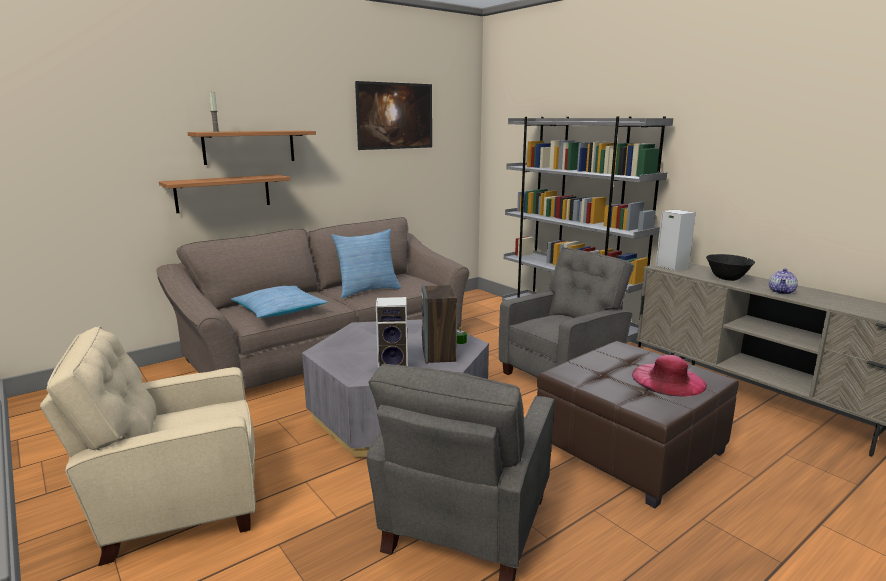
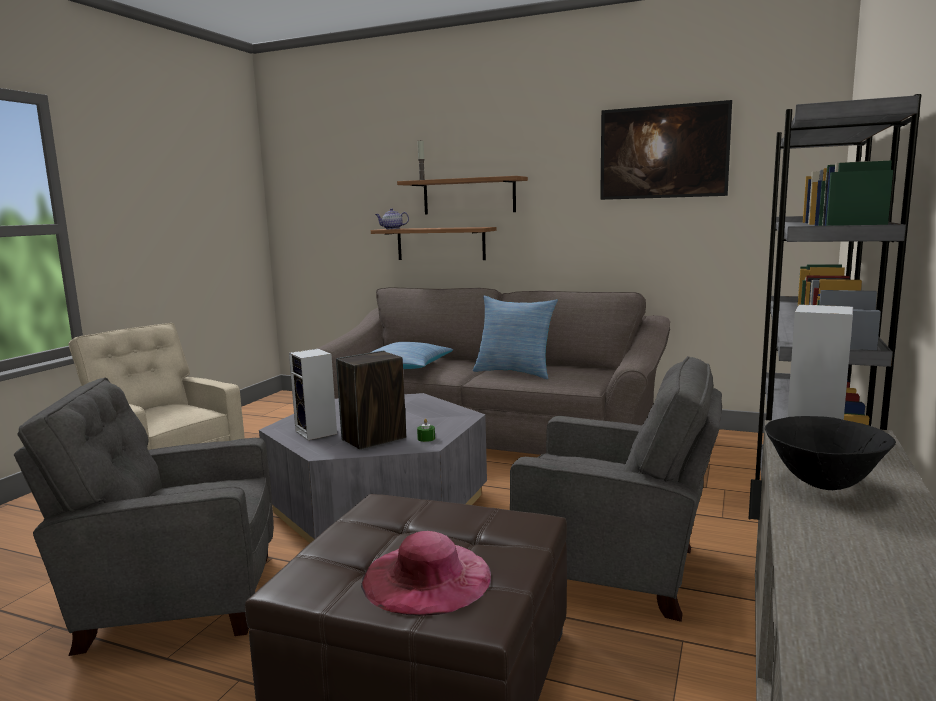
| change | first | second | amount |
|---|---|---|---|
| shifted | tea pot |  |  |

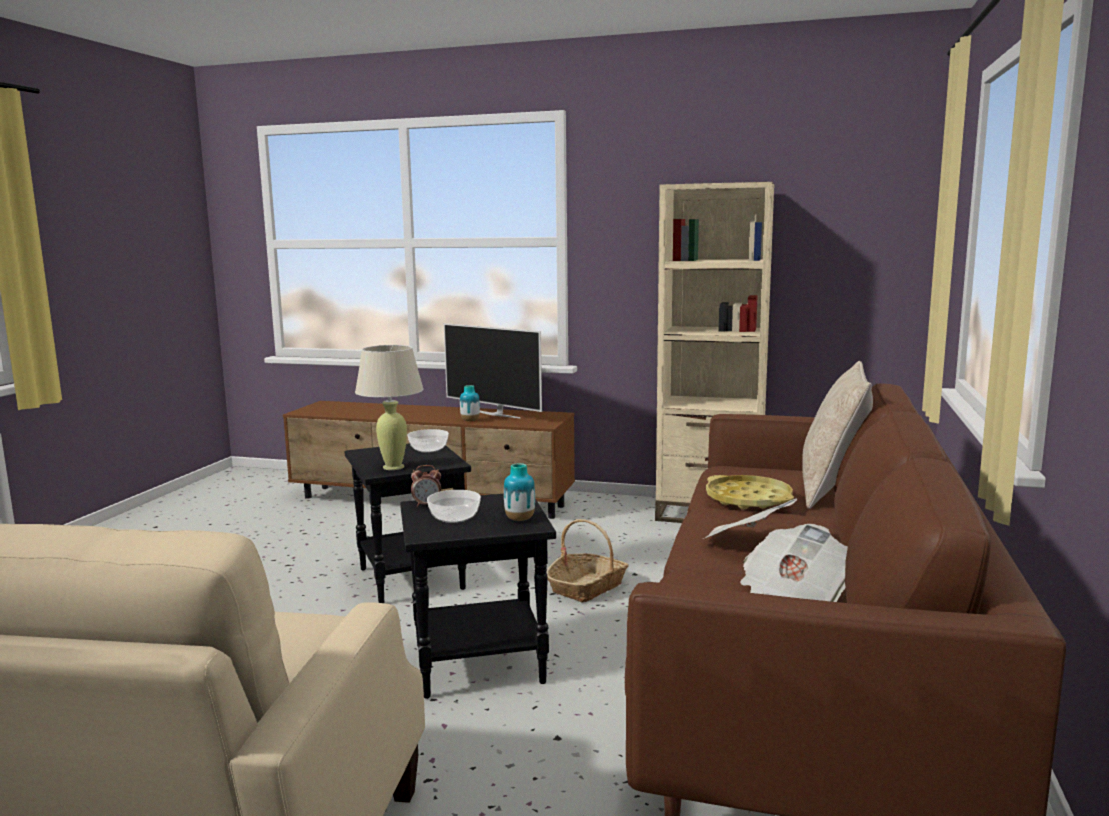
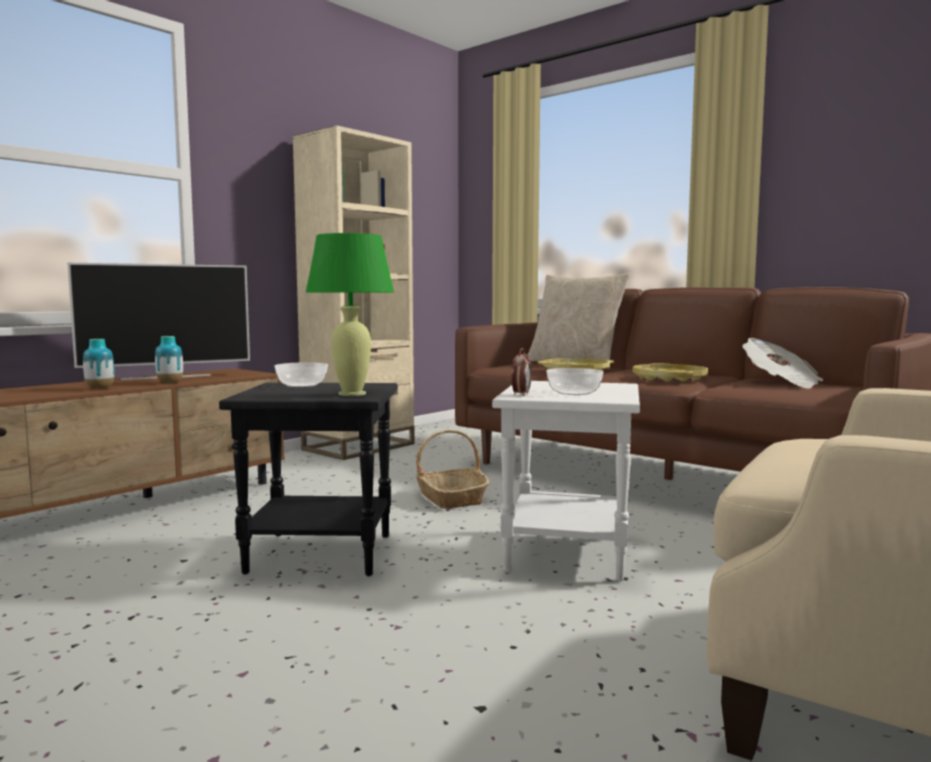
| change | first | second | amount |
|---|---|---|---|
| repainted | sand-coloured lamp for a table | green lamp for a table |  |
| shifted | decorative vase (no. 2 from left in the first image) | decorative vase (no. 1 from left) |  |
| repainted | blackish accent table (no. 2 from left) | whitish accent table |  |
| swapped | daily paper (no. 1 from left) | yellowish carrying tray (no. 2 from left) |  |

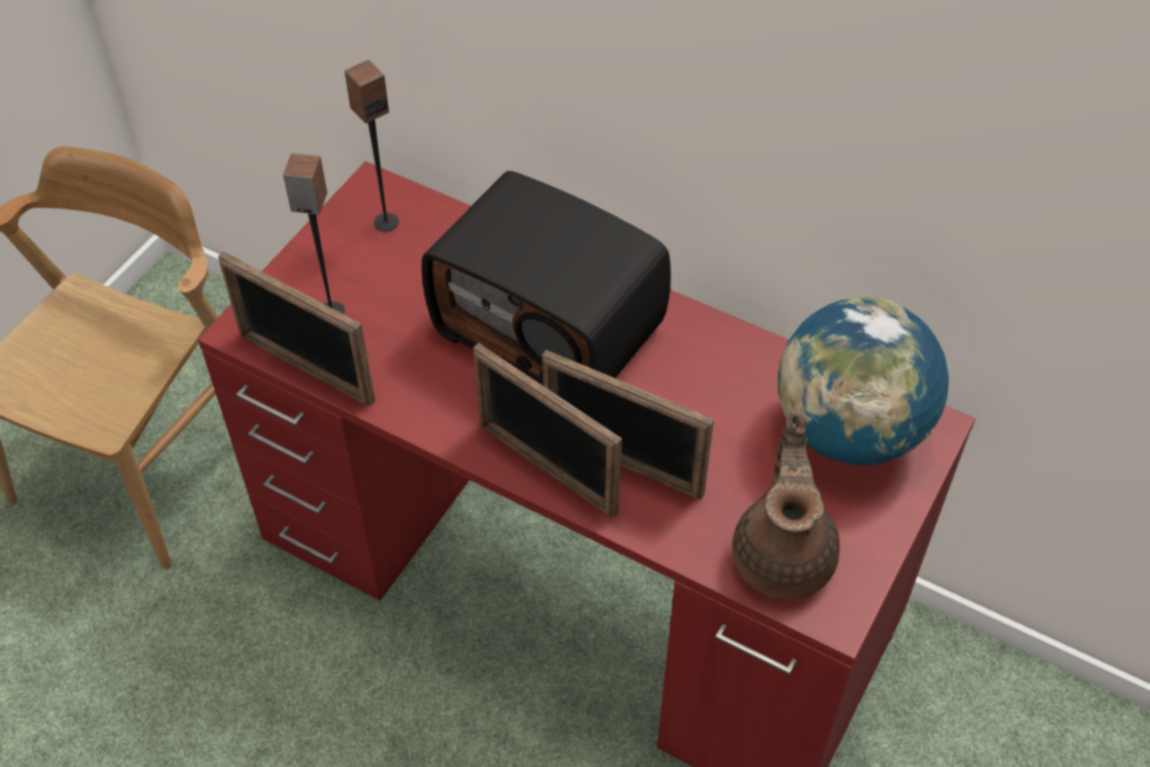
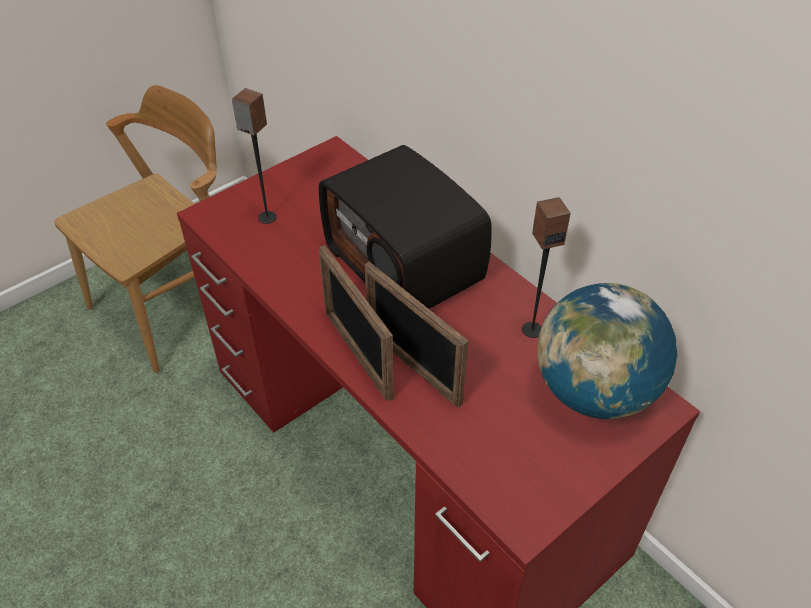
| change | first | second | amount |
|---|---|---|---|
| shifted | loudspeaker (no. 2 from left) |  |  |
| gone | standing frame (no. 1 from left) |  |  |
| gone | brownish tea pot |  |  |

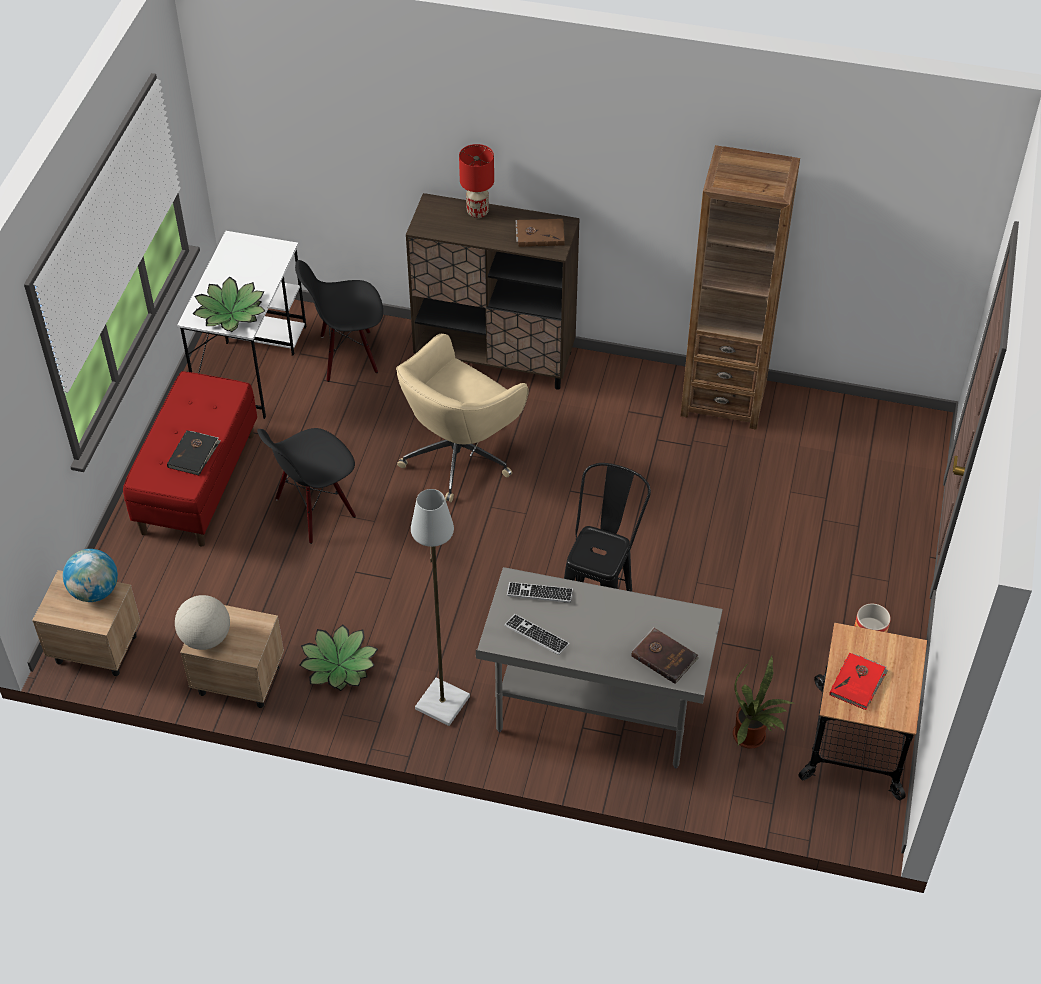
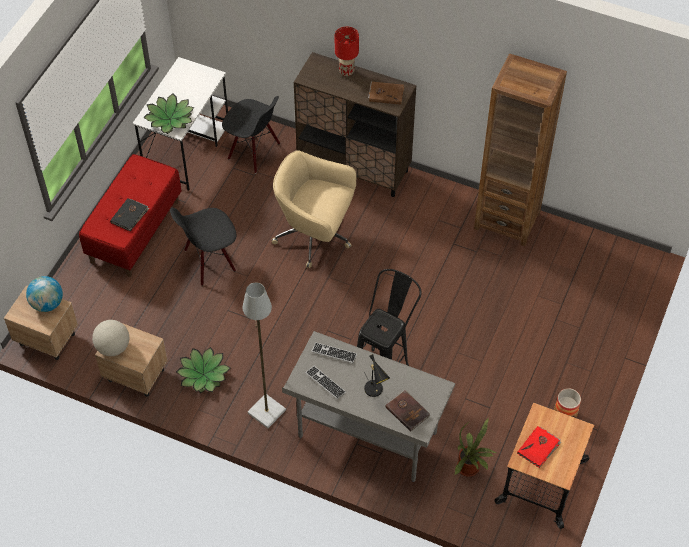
| change | first | second | amount |
|---|---|---|---|
| rotated | blackish upright chair (no. 2 from left) |  | 150 degrees counterclockwise |
| rotated | sand-coloured desk chair |  | 60 degrees clockwise |
| new |  | blackish lamp for a table |  |

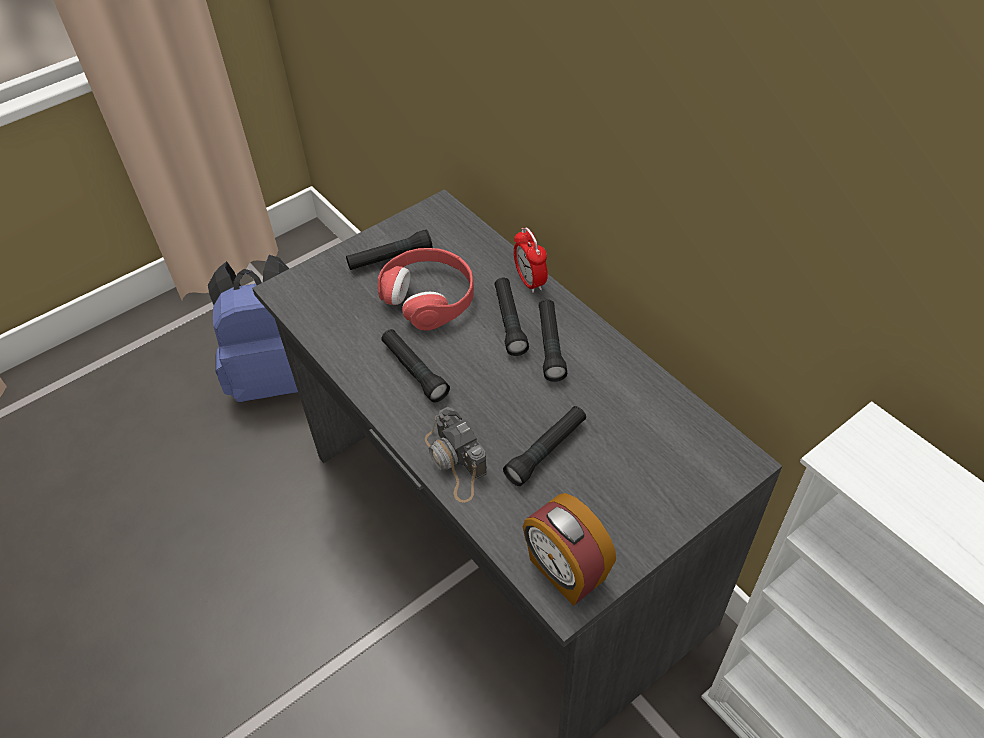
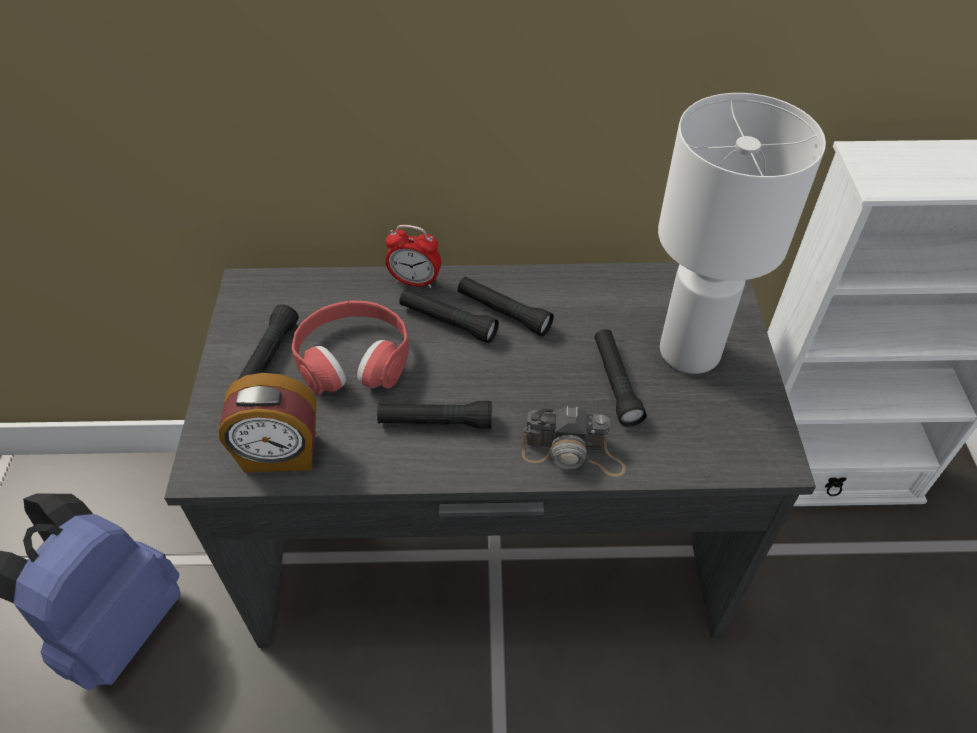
| change | first | second | amount |
|---|---|---|---|
| shifted | alarm clock (no. 2 from left in the first image) | alarm clock (no. 1 from left) |  |
| new |  | whitish lamp for a table |  |

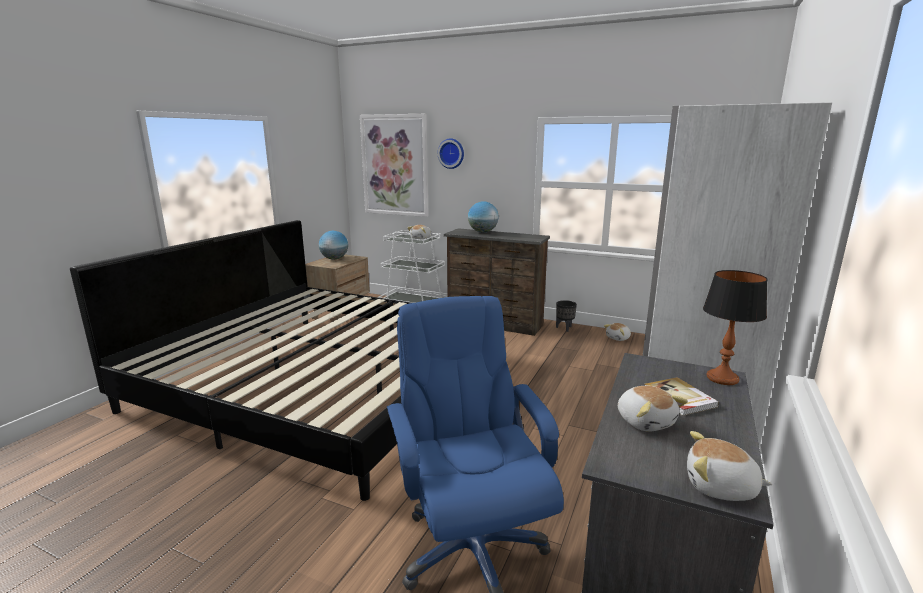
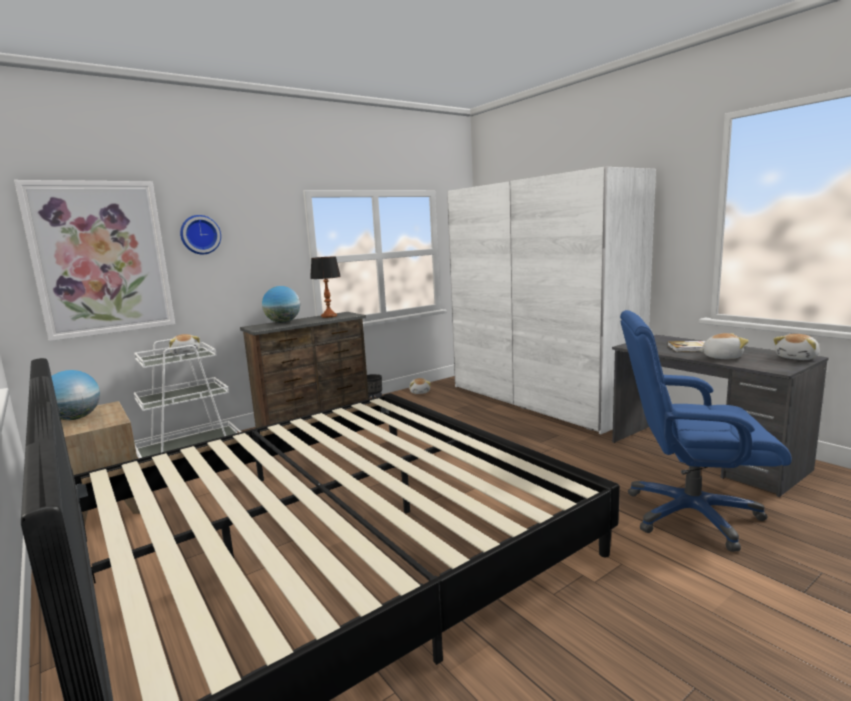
| change | first | second | amount |
|---|---|---|---|
| shifted | lamp for a table |  |  |

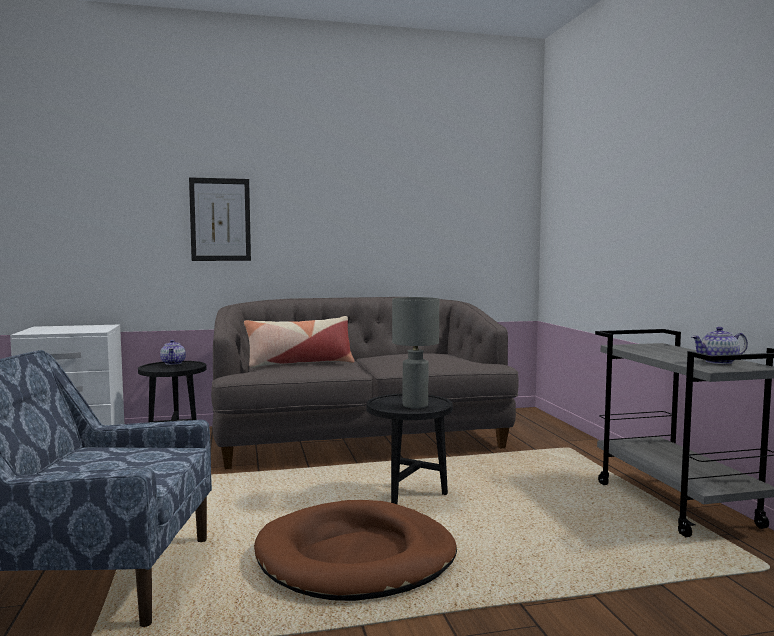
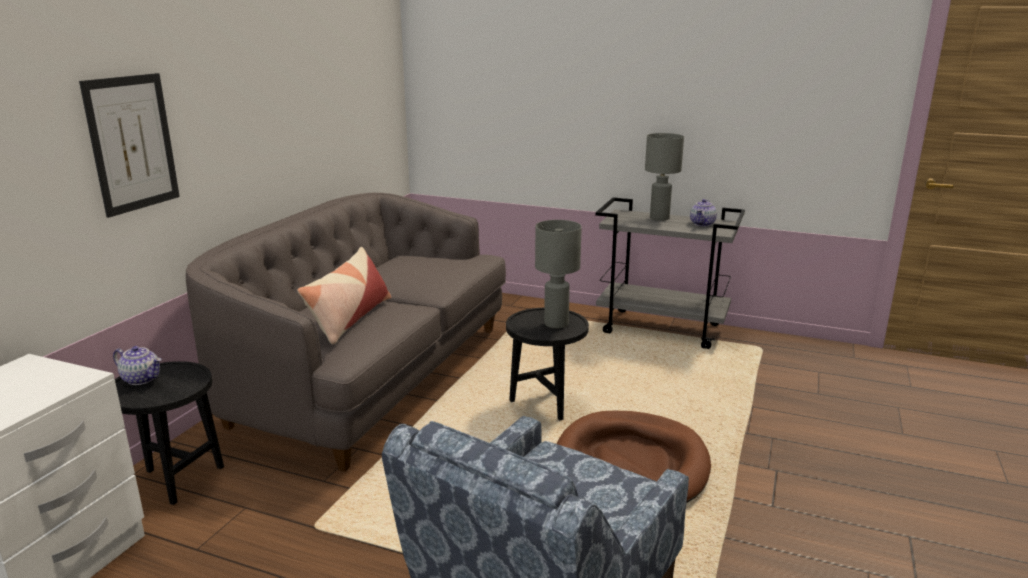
| change | first | second | amount |
|---|---|---|---|
| new |  | gray lamp for a table (no. 2 from left) |  |

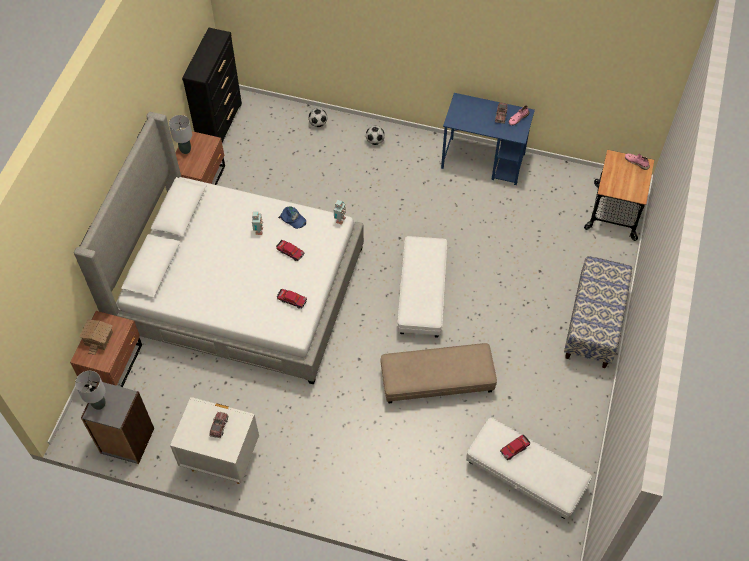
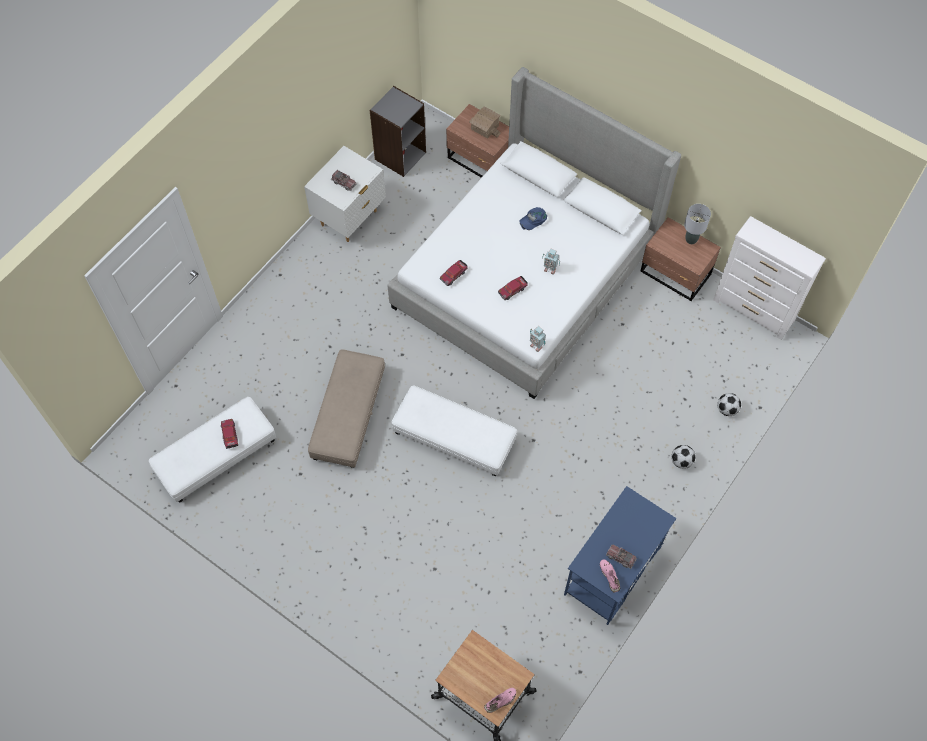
| change | first | second | amount |
|---|---|---|---|
| repainted | blackish chest of drawers | whitish chest of drawers |  |
| shifted | bluish cap |  |  |
| gone | indoor bench |  |  |
| gone | gray lamp for a table (no. 1 from left) |  |  |

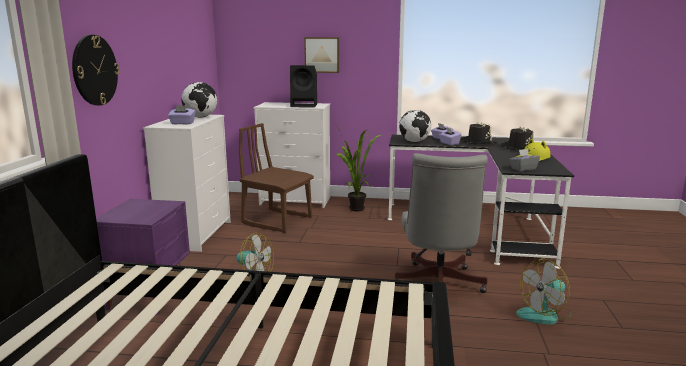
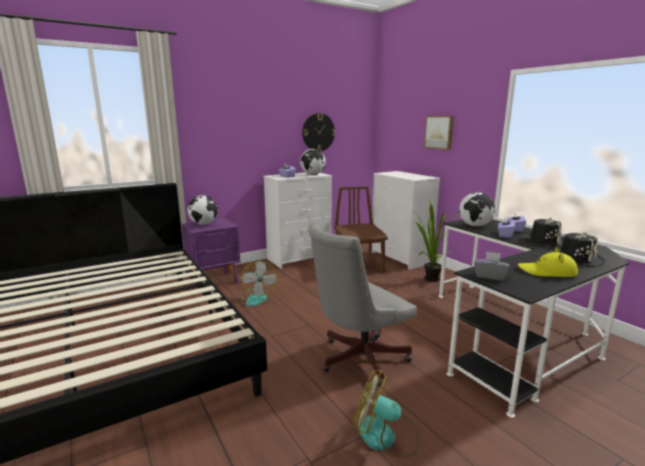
| change | first | second | amount |
|---|---|---|---|
| shifted | clock on the wall |  |  |
| gone | blackish loudspeaker |  |  |
| new |  | world globe (no. 1 from left) |  |

